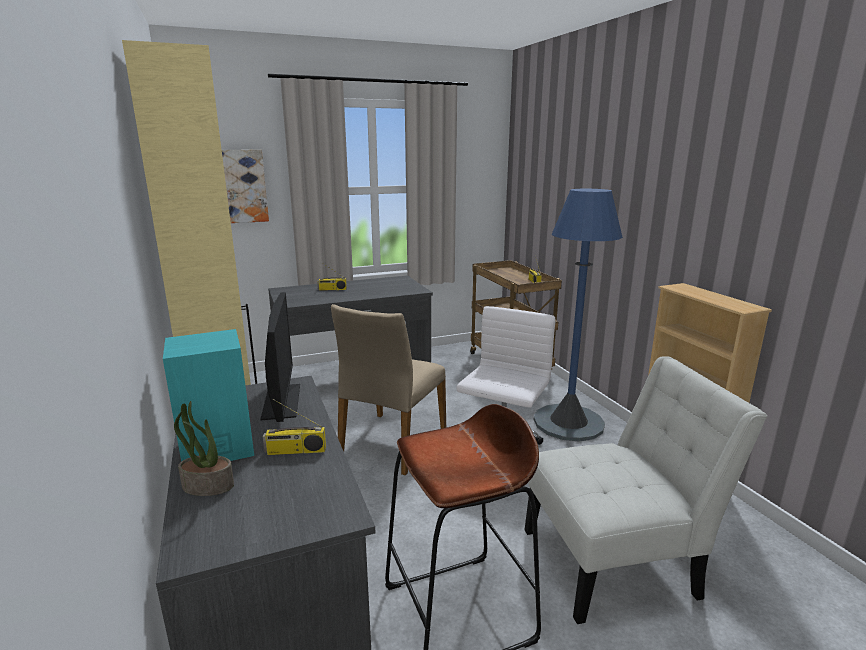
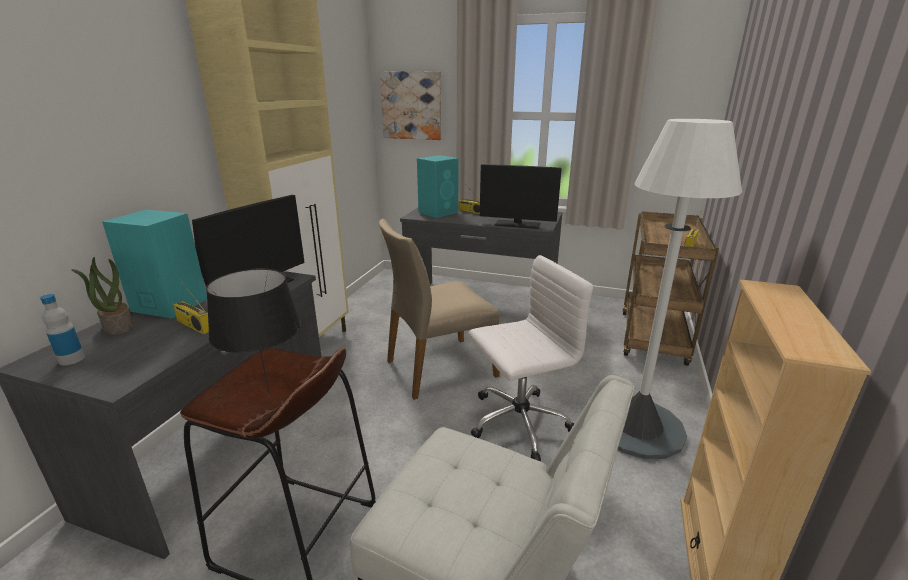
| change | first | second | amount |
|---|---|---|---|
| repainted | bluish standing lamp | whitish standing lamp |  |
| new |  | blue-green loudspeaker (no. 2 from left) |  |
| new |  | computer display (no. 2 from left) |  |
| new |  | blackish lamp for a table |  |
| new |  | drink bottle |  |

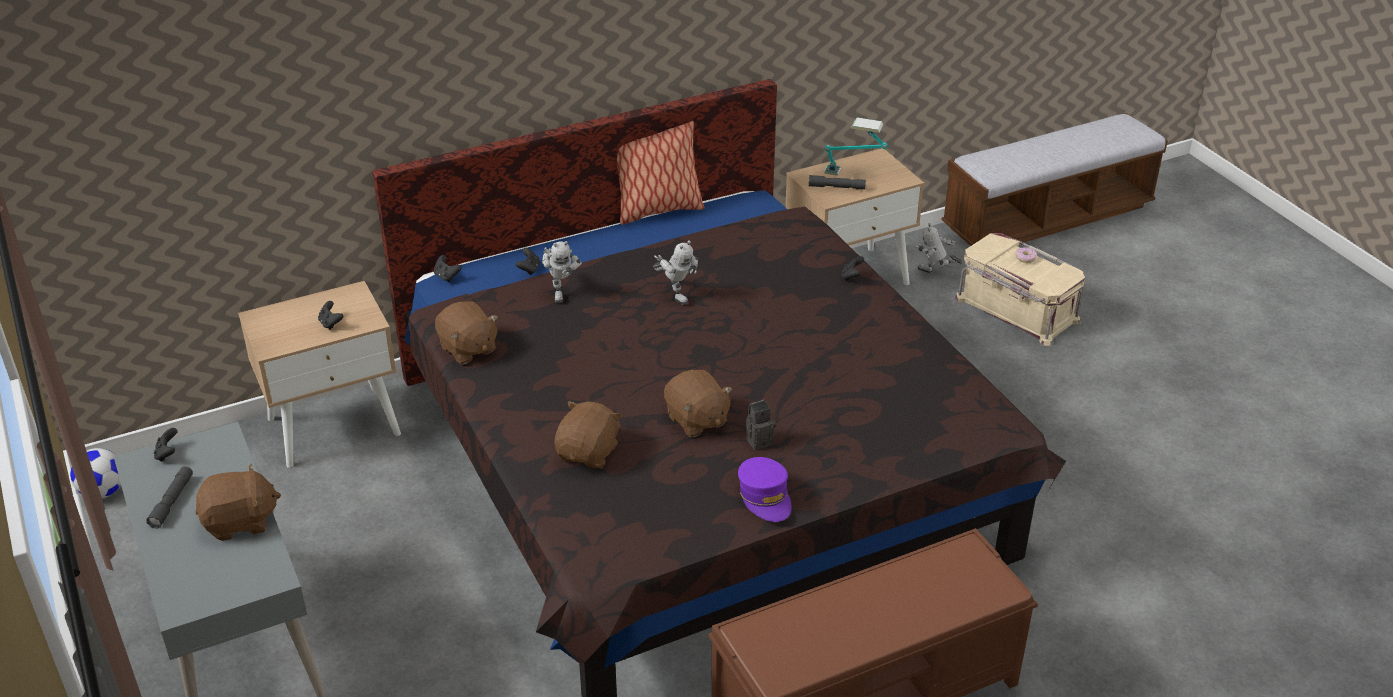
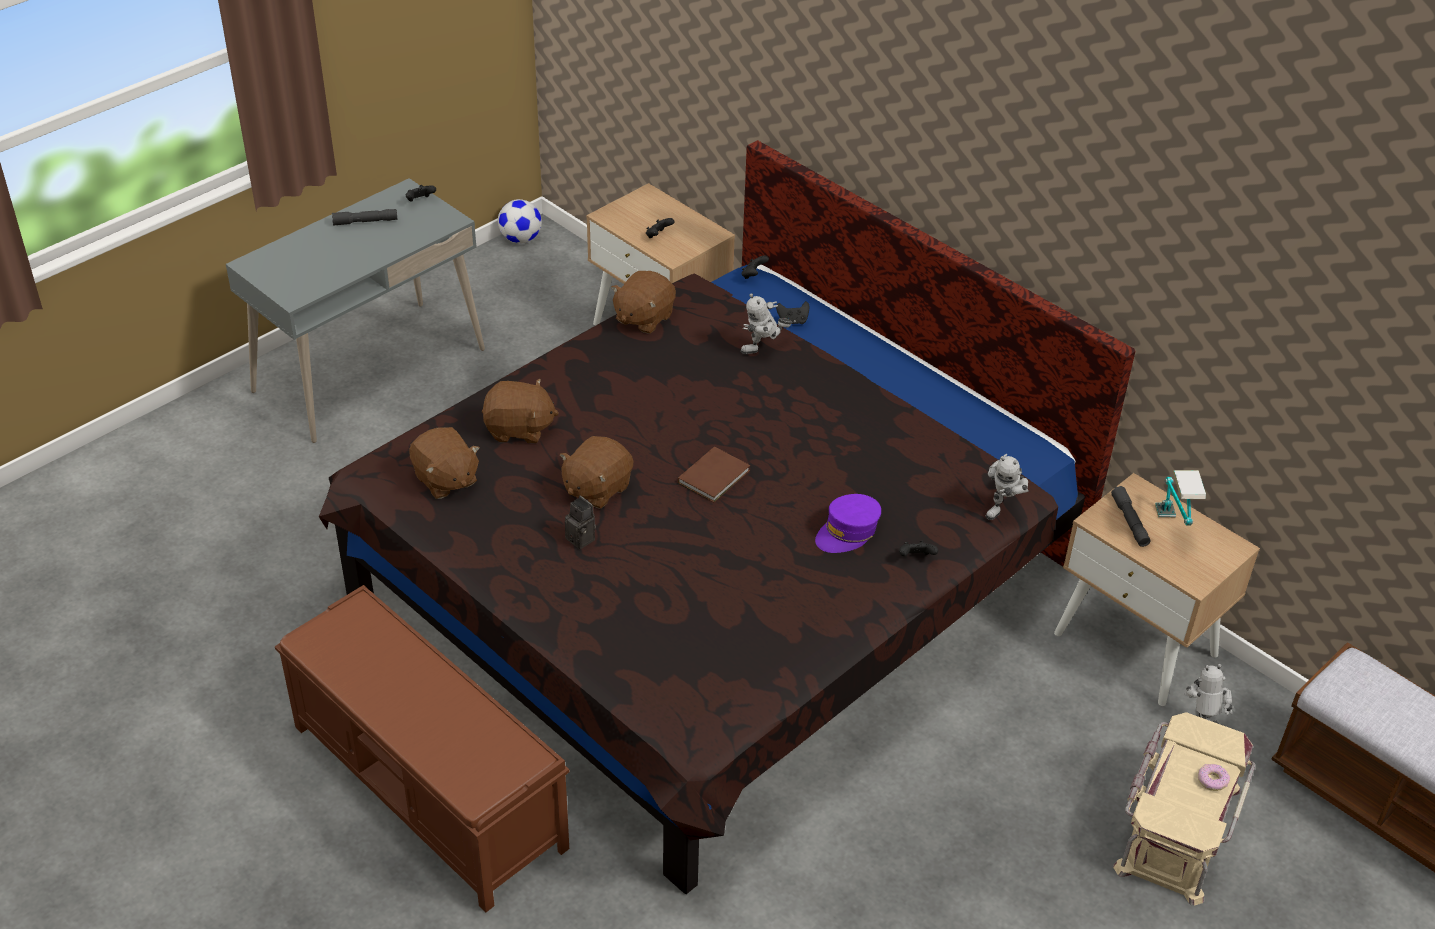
| change | first | second | amount |
|---|---|---|---|
| gone | cushion |  |  |
| shifted | robot figure (no. 2 from left) |  |  |
| shifted | purple cap |  |  |
| shifted | brownish soft toy (no. 1 from left) |  |  |
| new |  | brownish bound book |  |

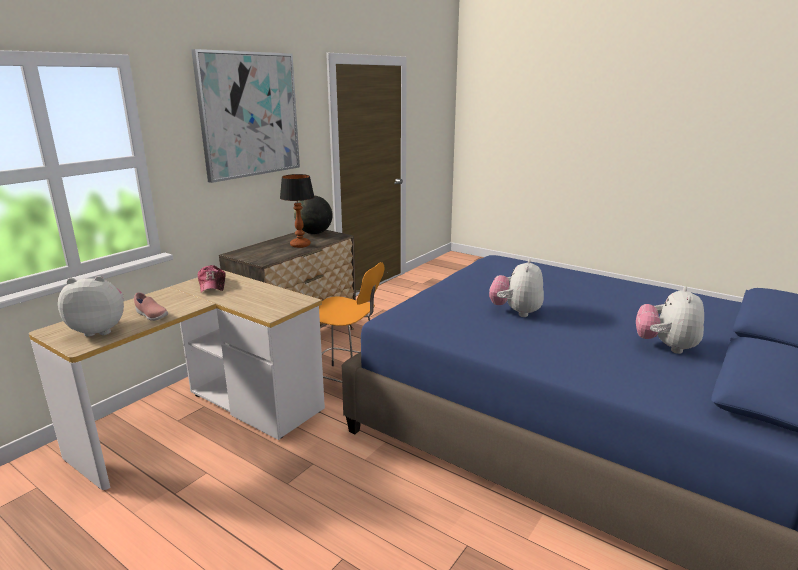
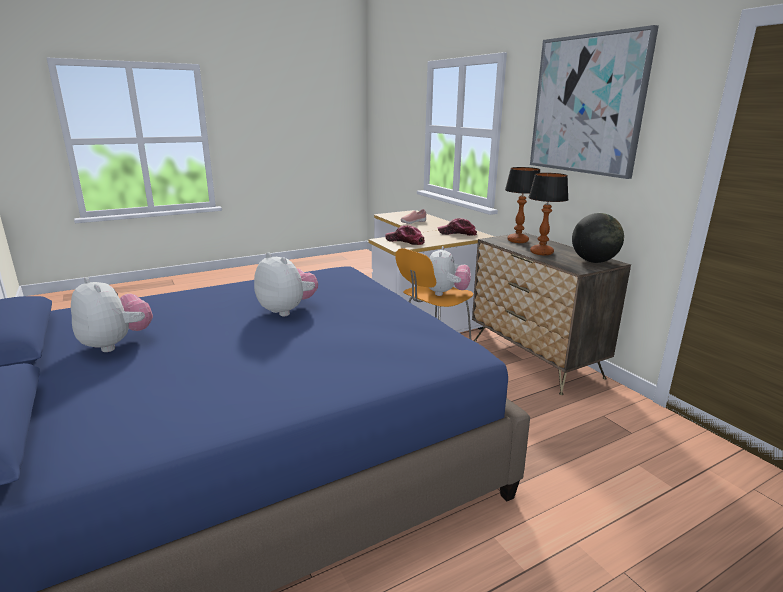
| change | first | second | amount |
|---|---|---|---|
| shifted | soft toy (no. 1 from left in the first image) | soft toy (no. 3 from left) |  |
| new |  | lamp for a table (no. 1 from left) |  |
| new |  | cap (no. 1 from left) |  |

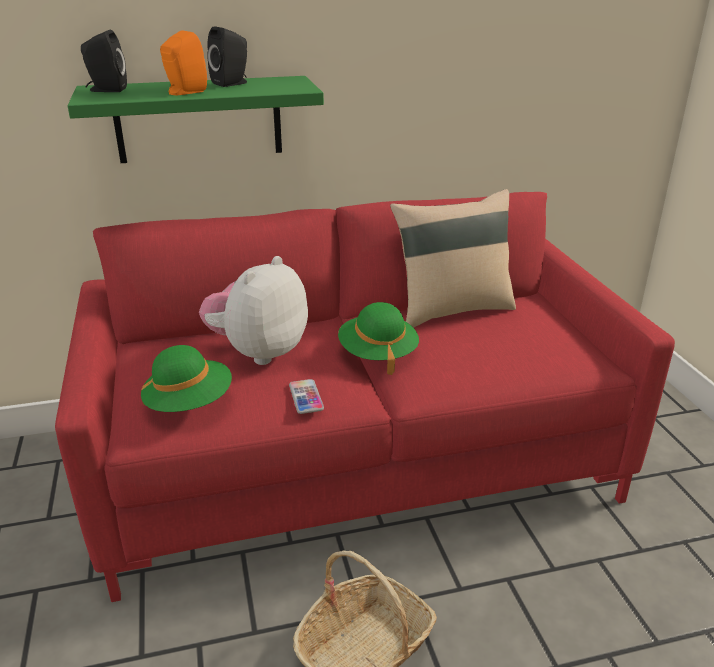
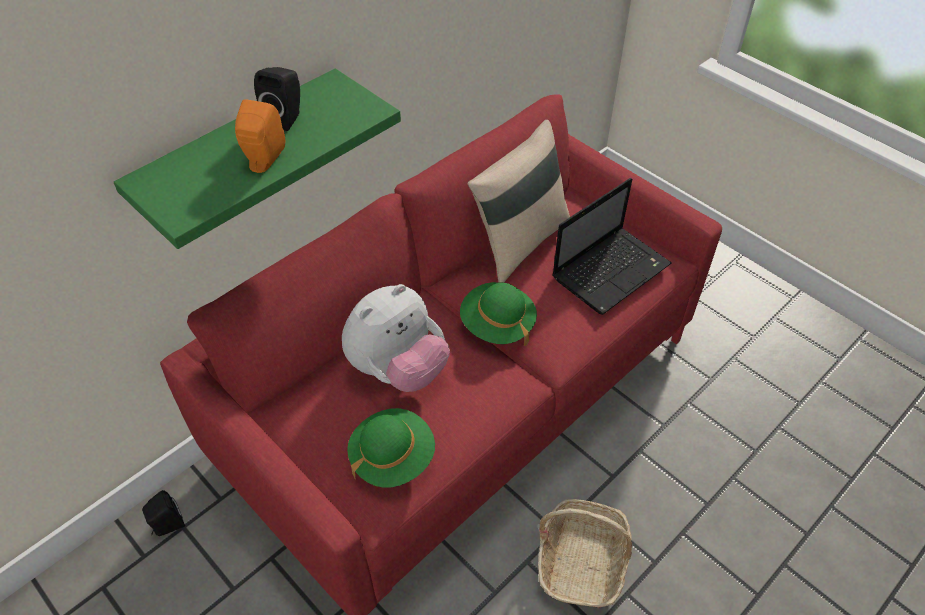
| change | first | second | amount |
|---|---|---|---|
| shifted | blackish loudspeaker (no. 1 from left) |  |  |
| rotated | soft toy |  | 135 degrees counterclockwise |
| gone | telephone |  |  |
| new |  | laptop |  |

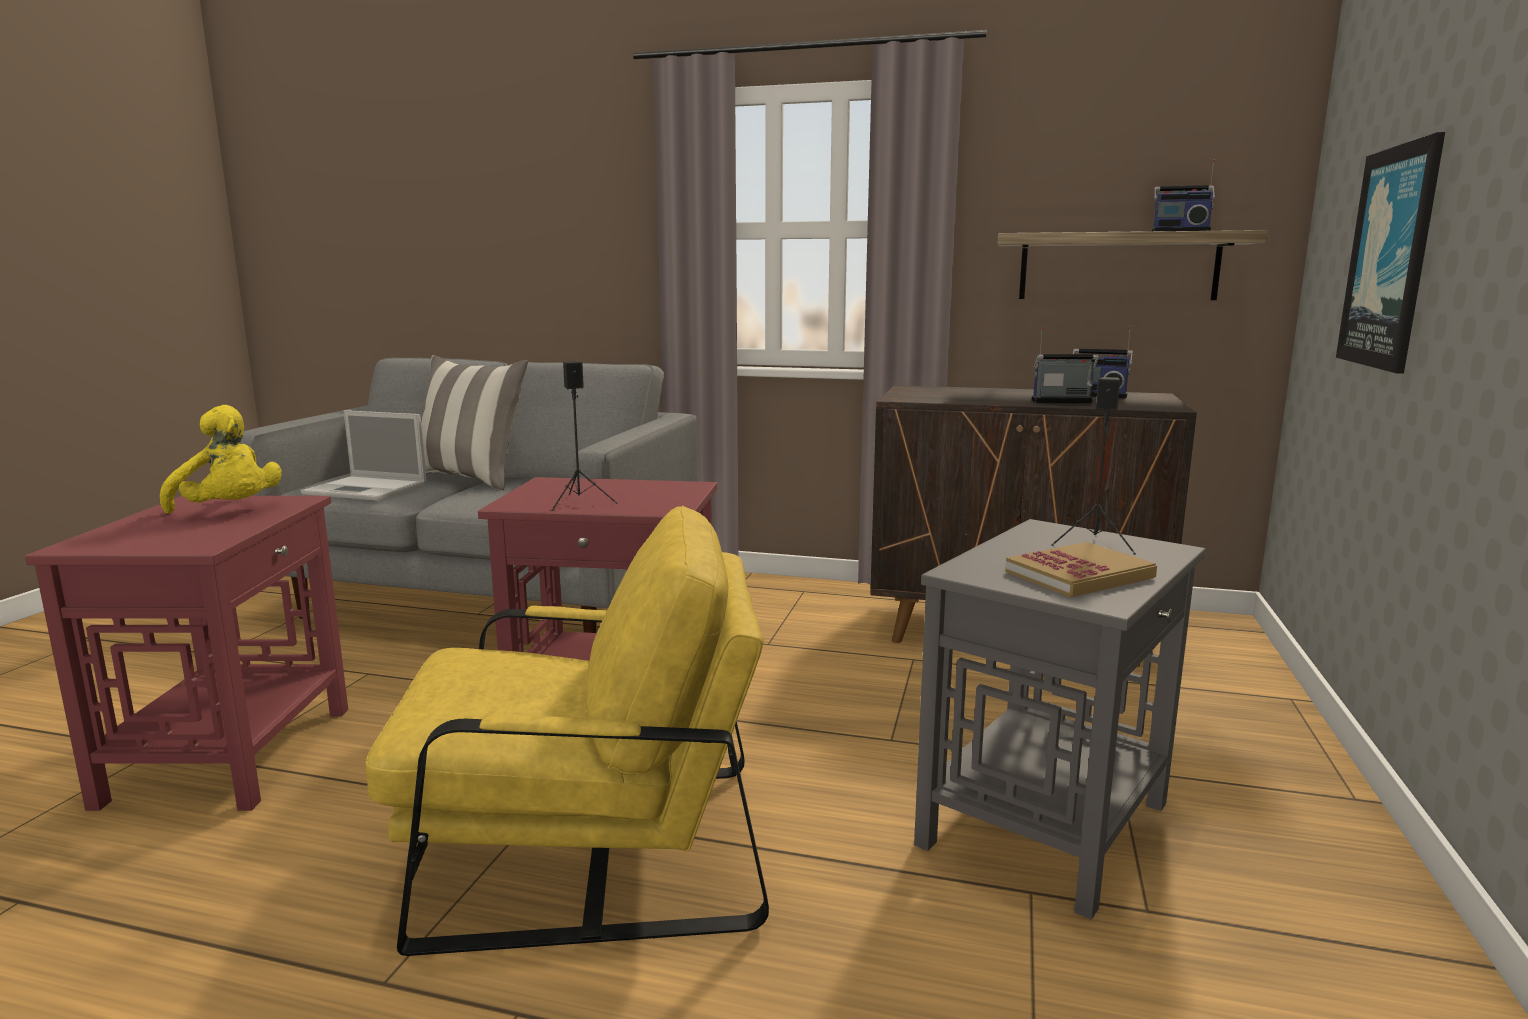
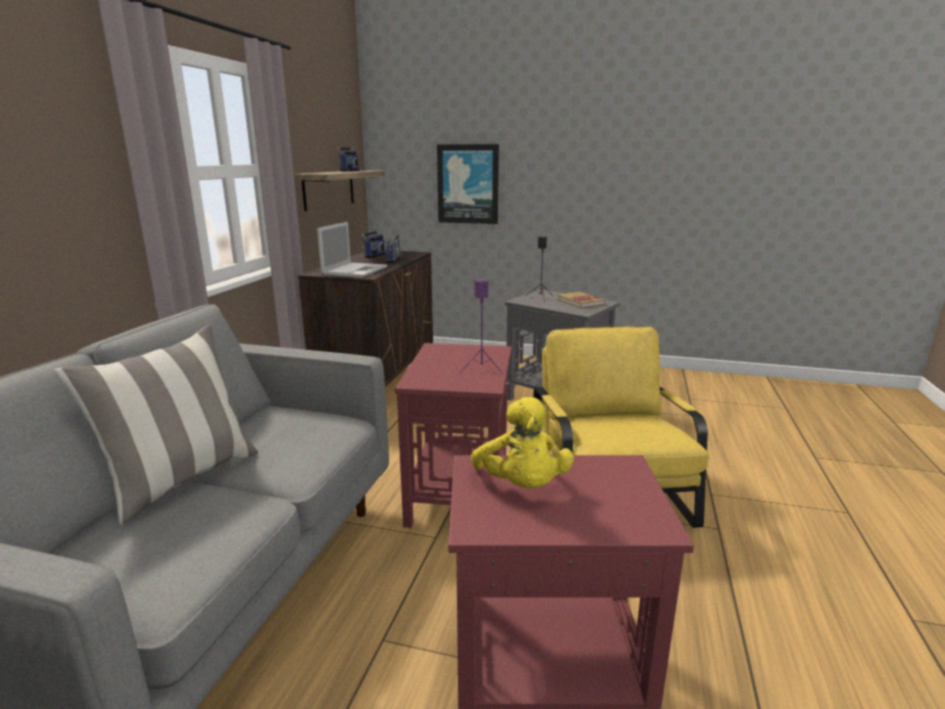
| change | first | second | amount |
|---|---|---|---|
| repainted | blackish loudspeaker (no. 1 from left) | purple loudspeaker |  |
| rotated | yellowish soft toy |  | 135 degrees clockwise |
| shifted | laptop |  |  |

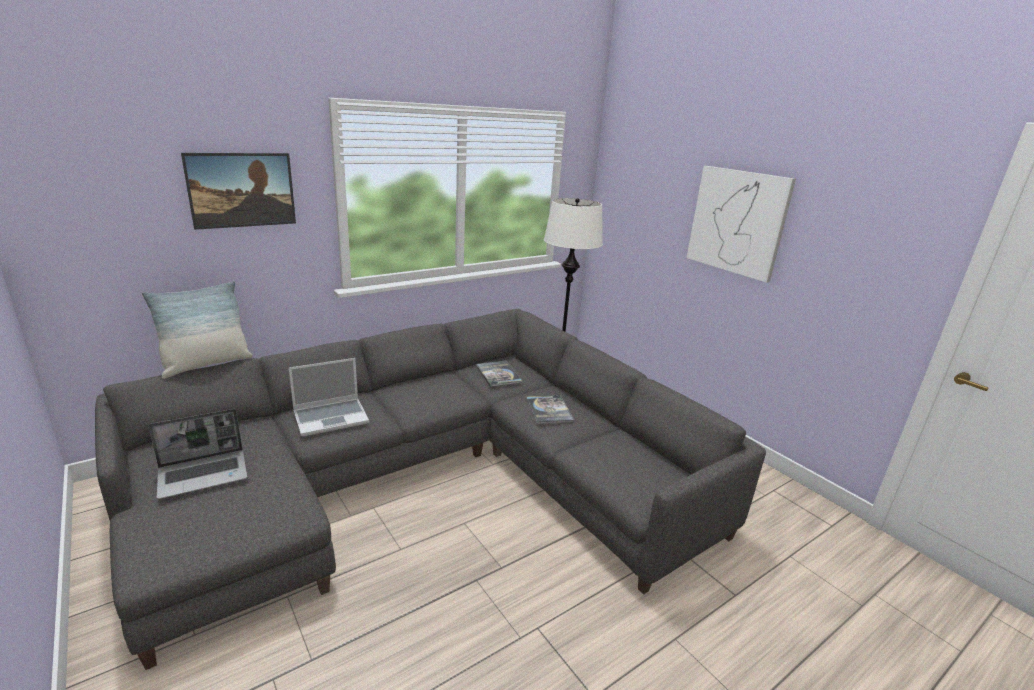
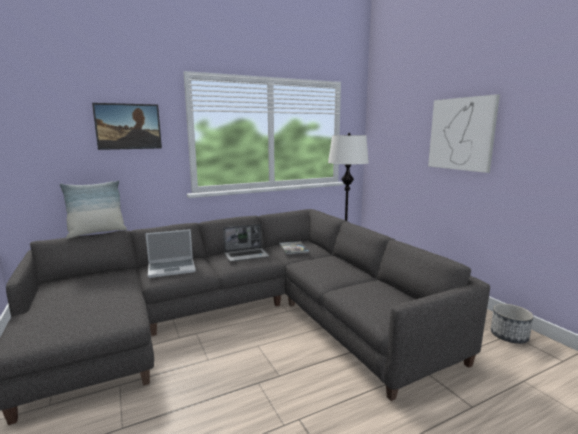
| change | first | second | amount |
|---|---|---|---|
| gone | bound book (no. 2 from left) |  |  |
| shifted | laptop (no. 1 from left in the first image) | laptop (no. 2 from left) |  |
| new |  | flower pot |  |

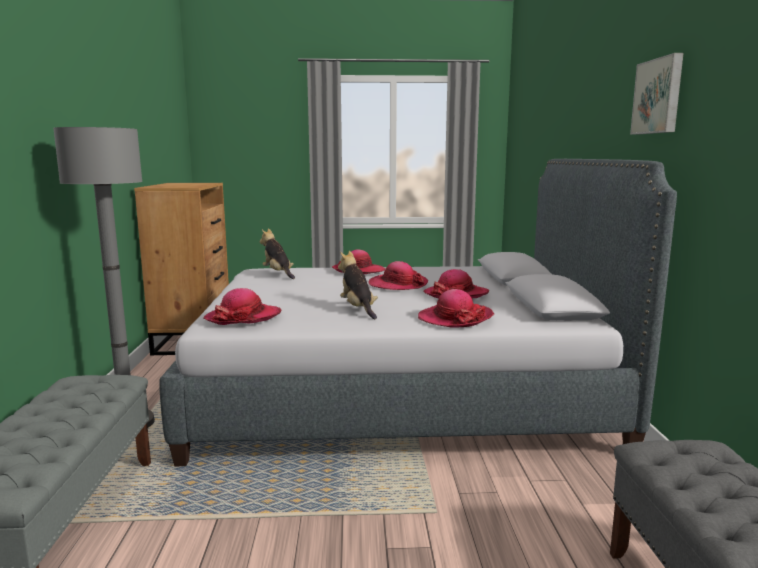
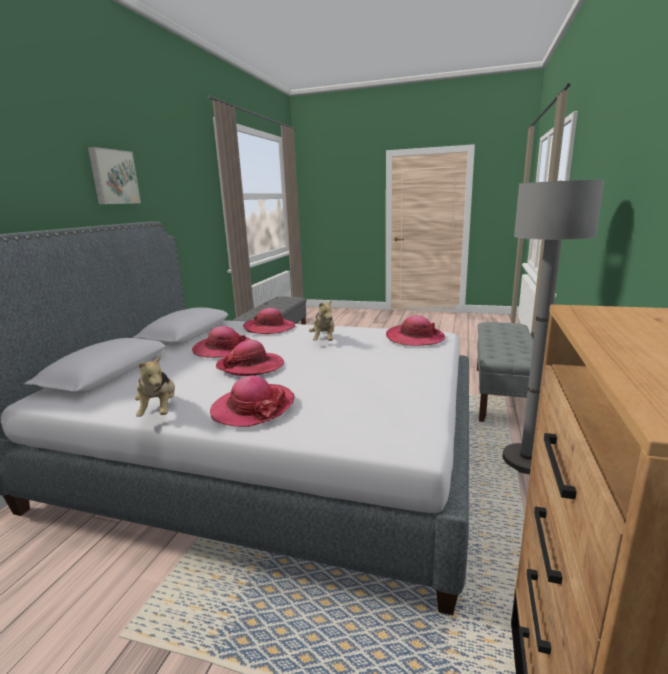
| change | first | second | amount |
|---|---|---|---|
| shifted | soft toy (no. 1 from left) |  |  |

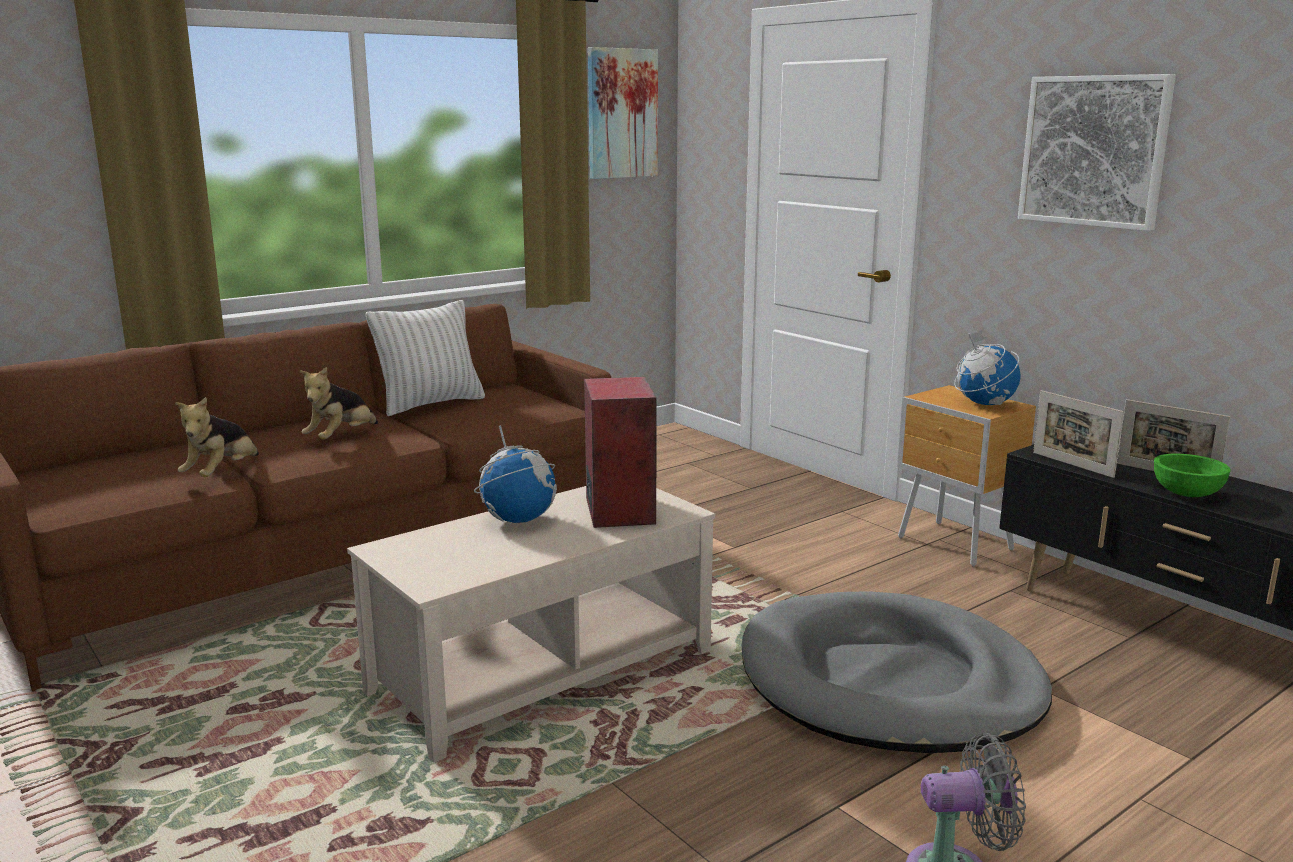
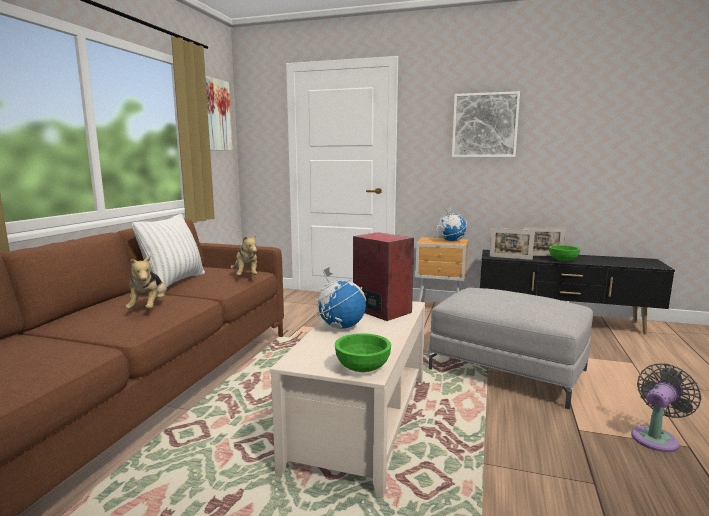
| change | first | second | amount |
|---|---|---|---|
| shifted | soft toy (no. 1 from left in the first image) | soft toy (no. 2 from left) |  |
| swapped | gray dog bed | gray pouffe |  |
| new |  | green serving bowl (no. 1 from left) |  |

